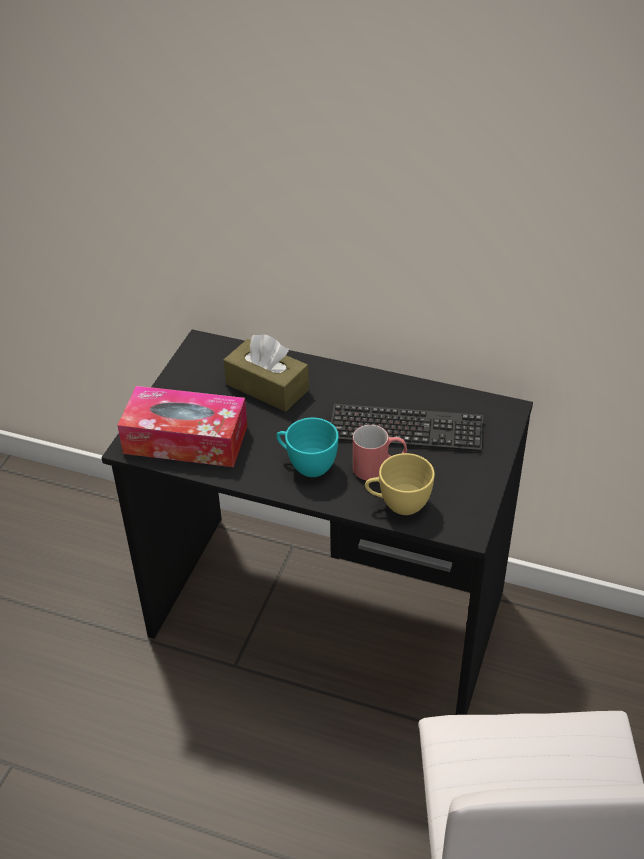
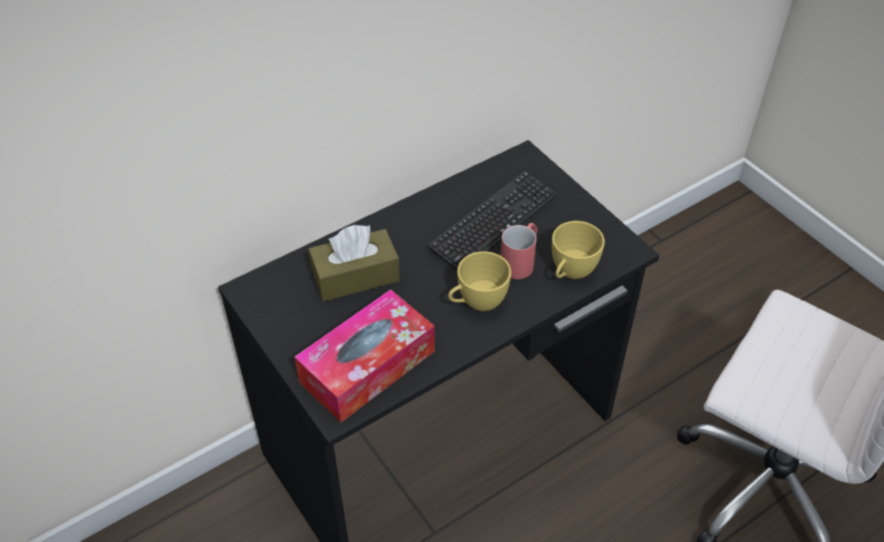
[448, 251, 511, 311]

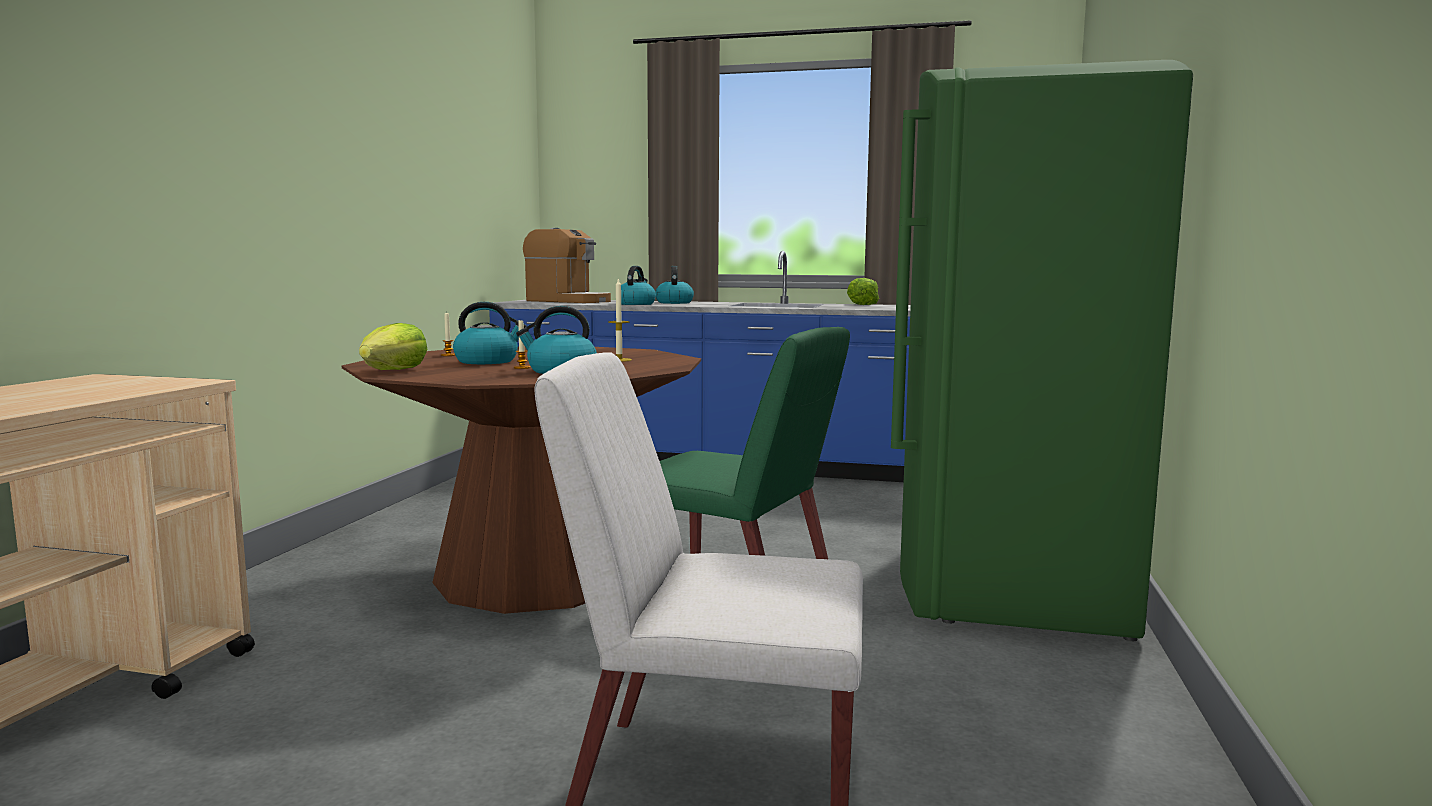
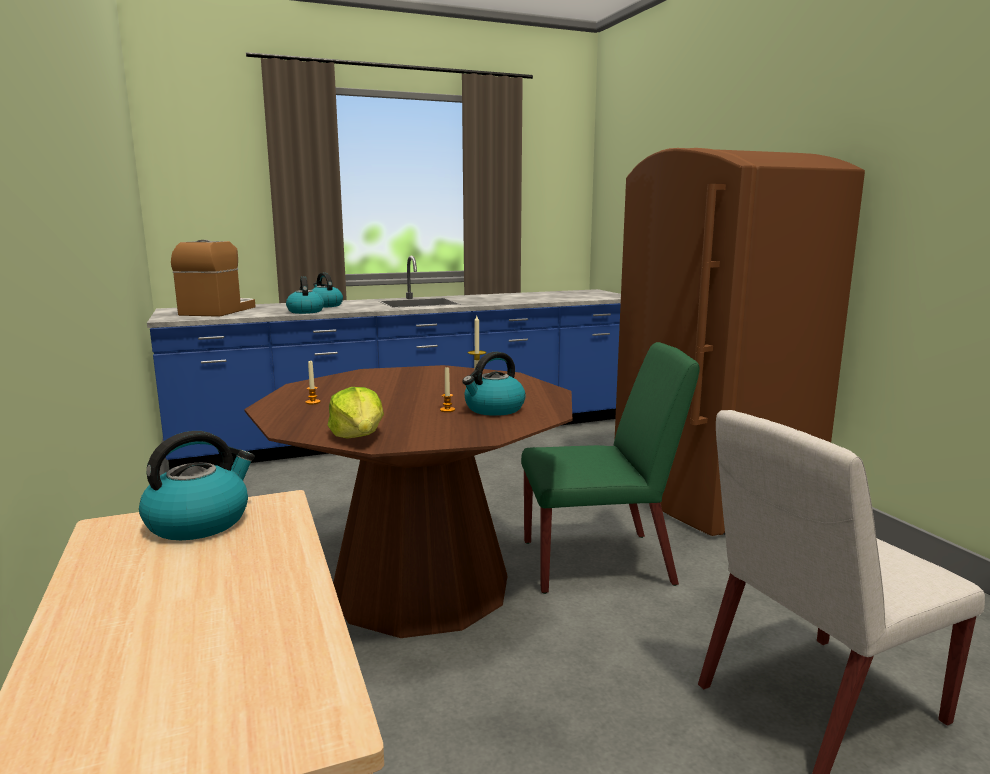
[615, 148, 865, 536]
[171, 240, 256, 317]
[847, 278, 879, 305] (first image)
[139, 431, 255, 540]

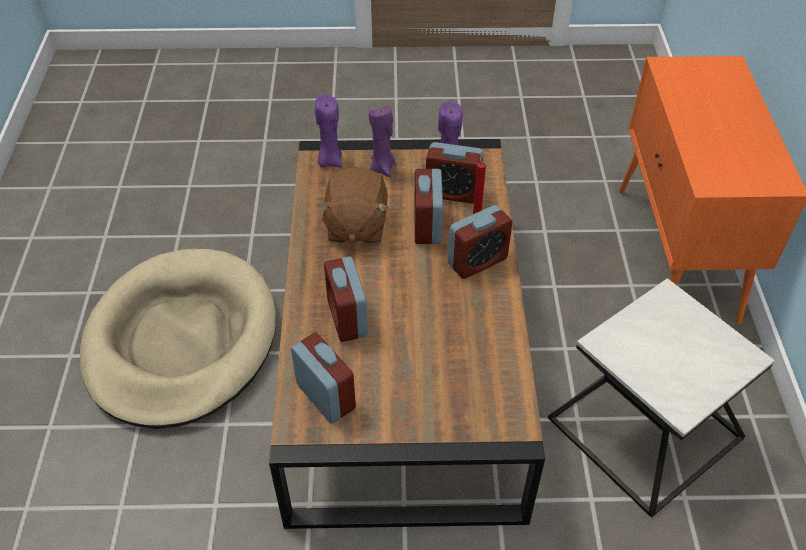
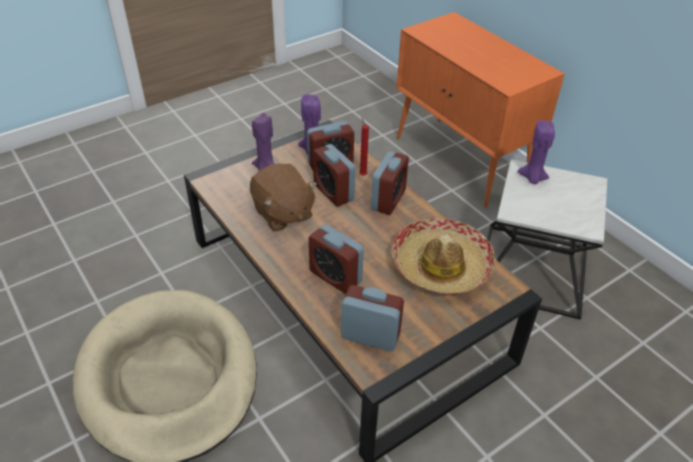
[518, 120, 555, 184]
[391, 218, 495, 295]

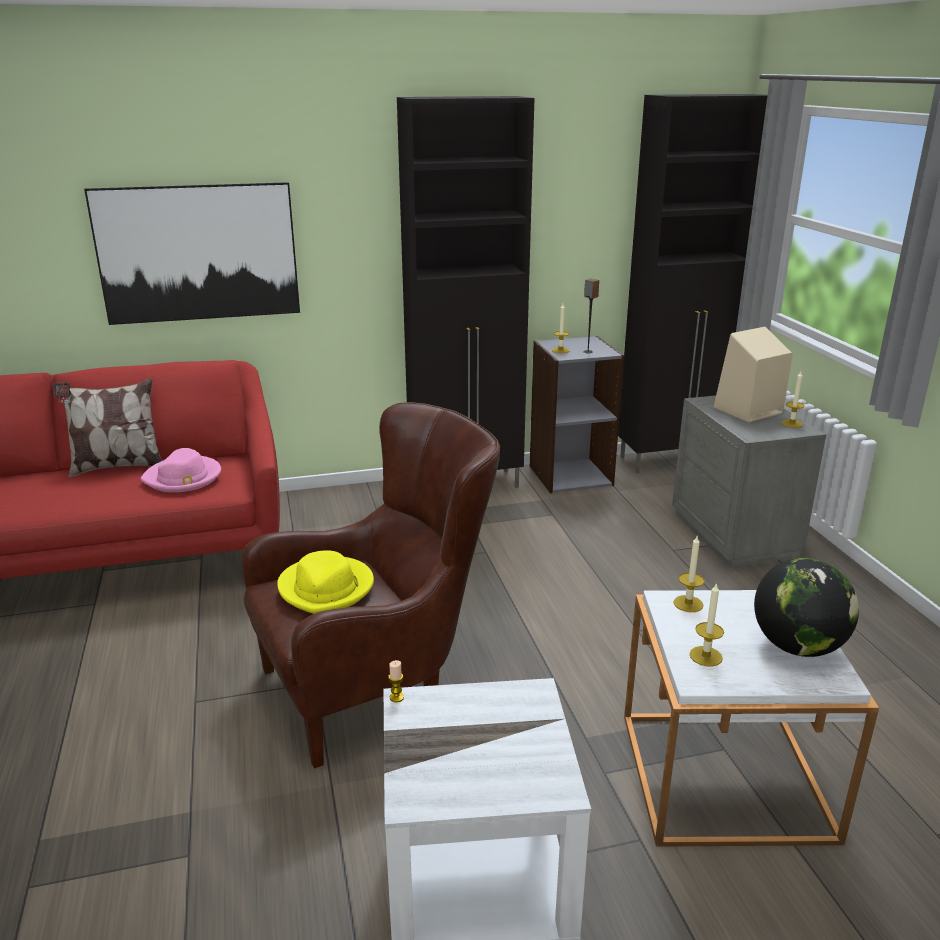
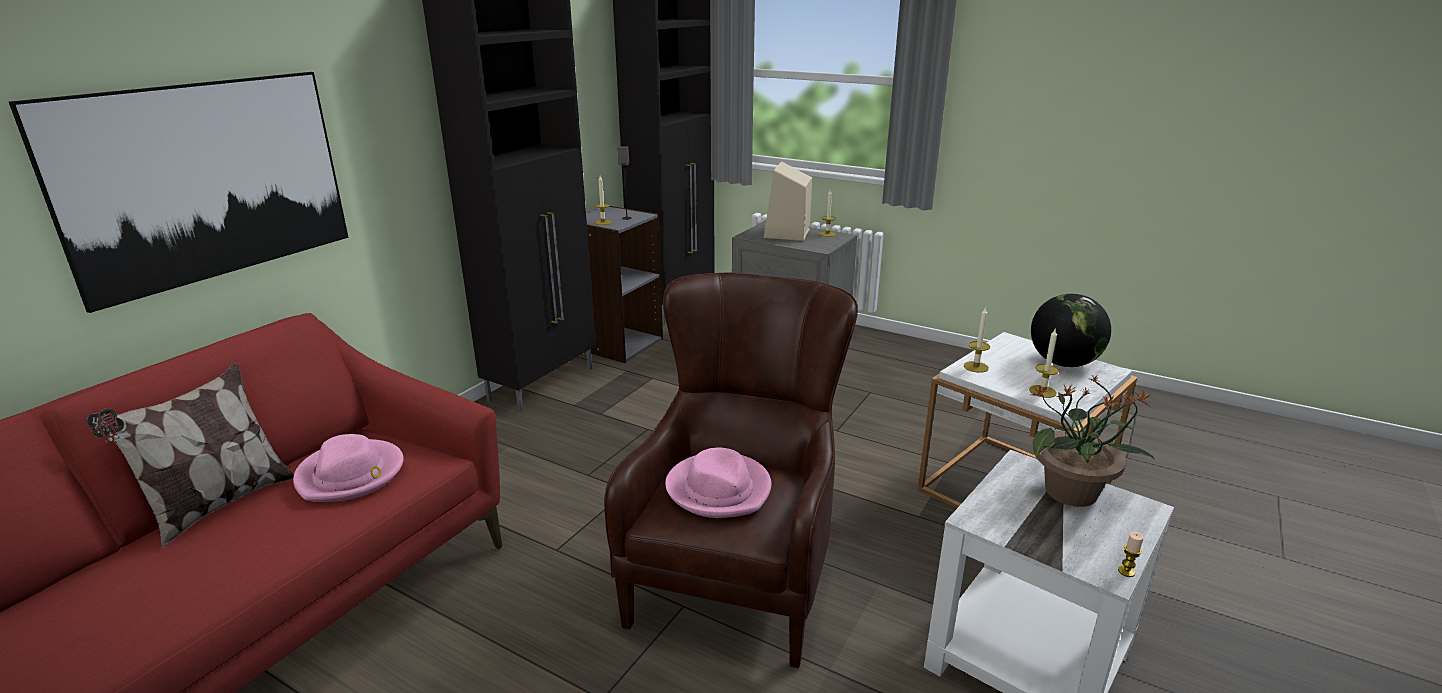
[665, 448, 772, 518]
[1118, 531, 1144, 577]
[1031, 375, 1155, 507]

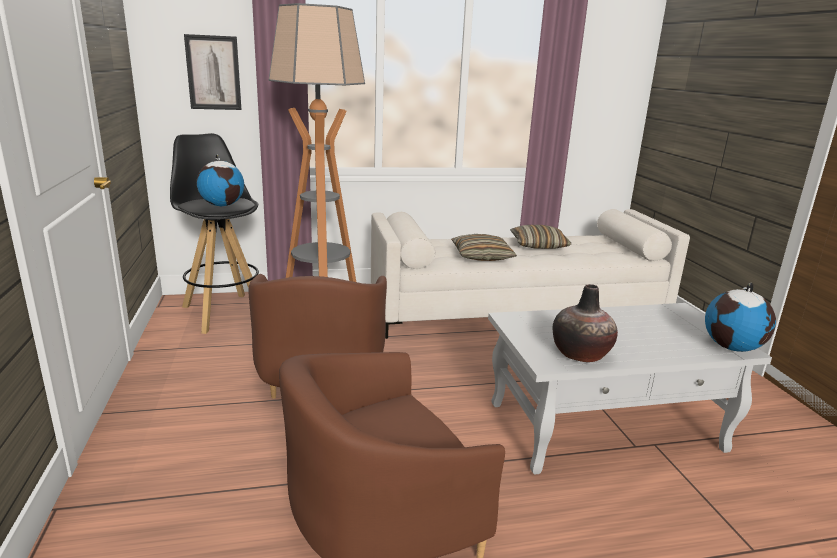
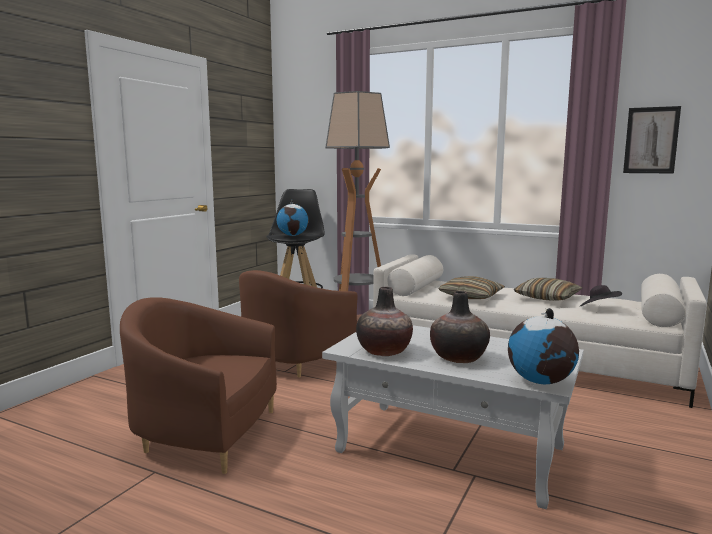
[623, 106, 681, 173]
[580, 285, 622, 306]
[430, 291, 490, 363]

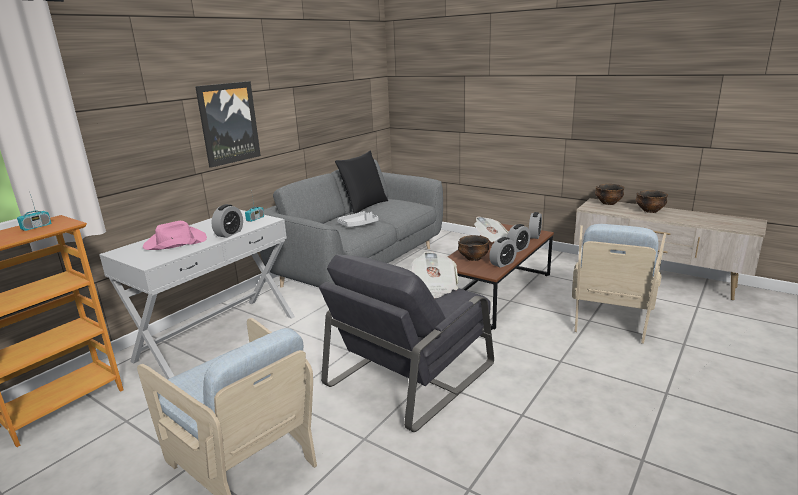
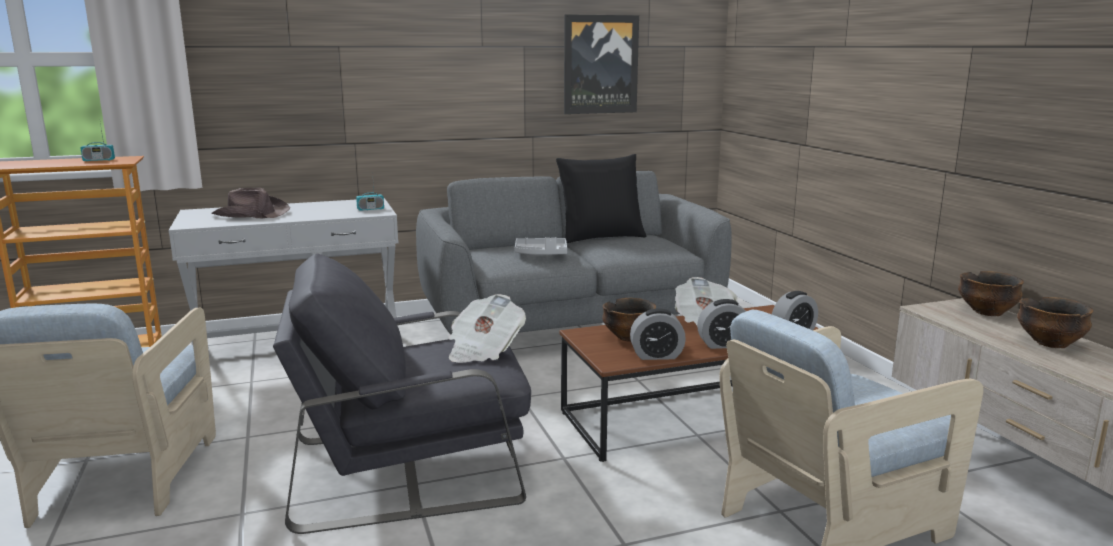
[564, 14, 639, 114]
[211, 204, 243, 238] (first image)
[211, 187, 290, 218]

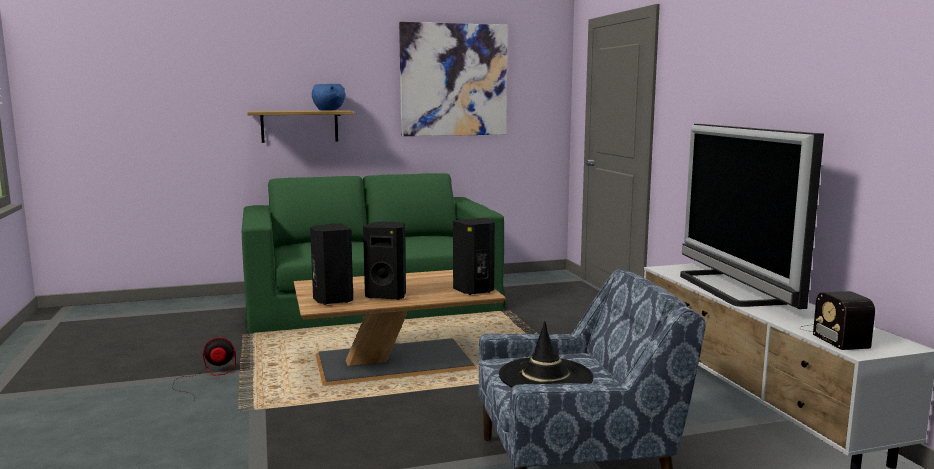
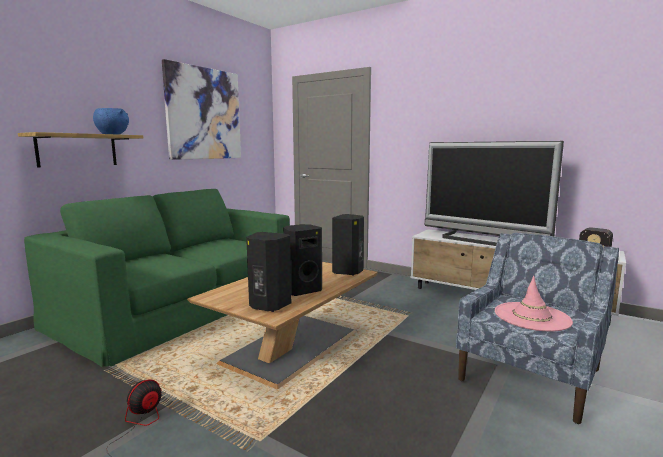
[495, 276, 573, 331]

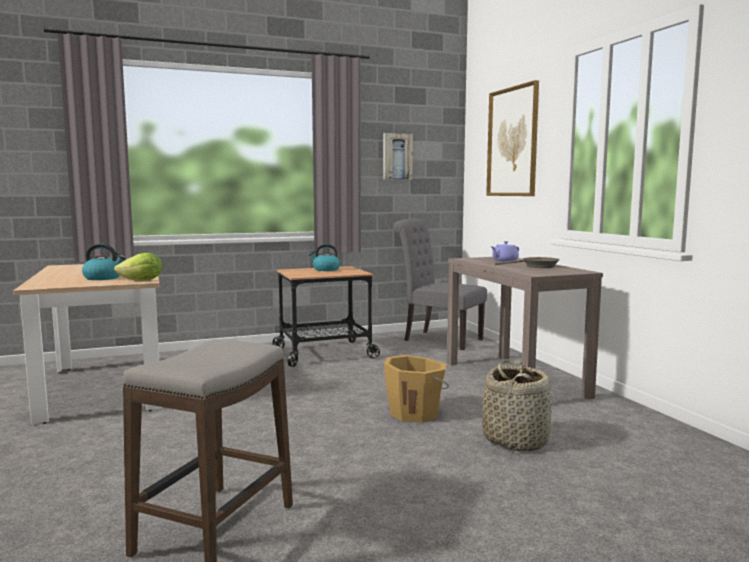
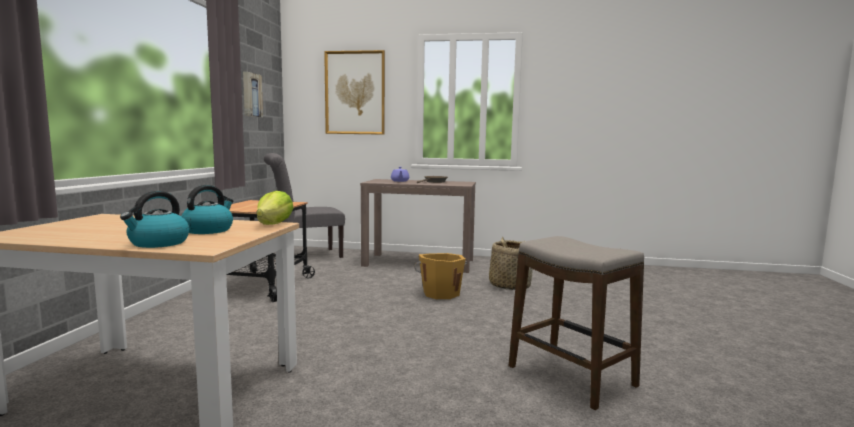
[120, 191, 189, 248]

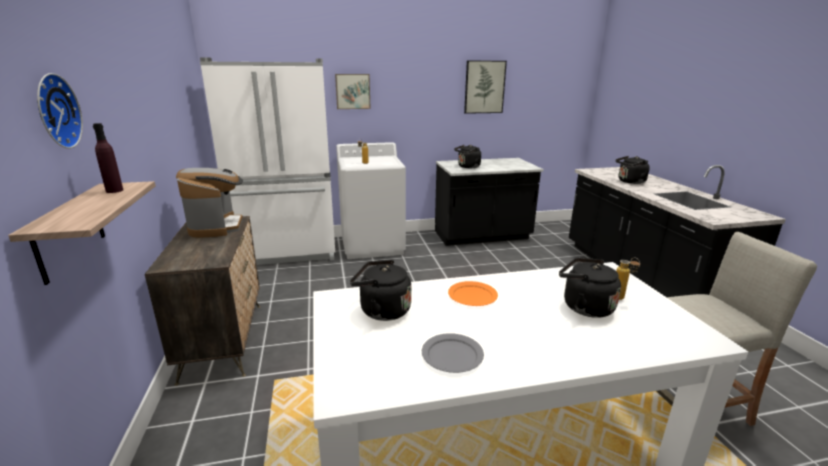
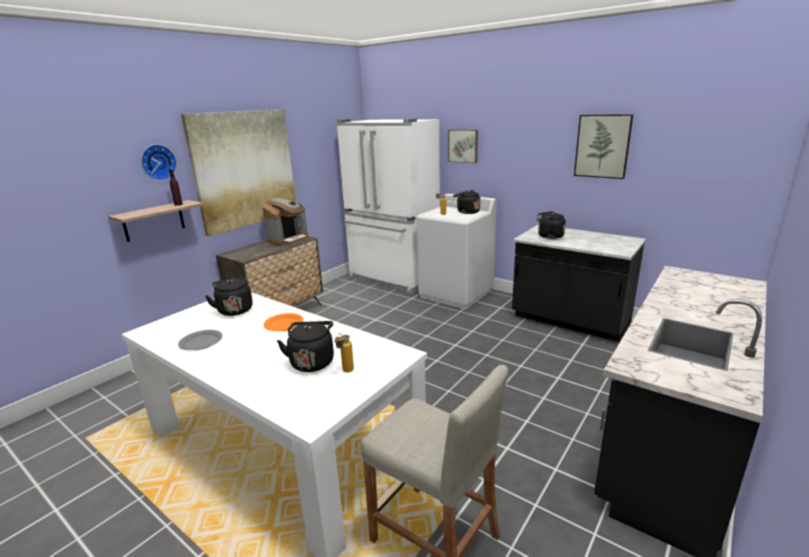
[453, 190, 480, 214]
[181, 109, 296, 236]

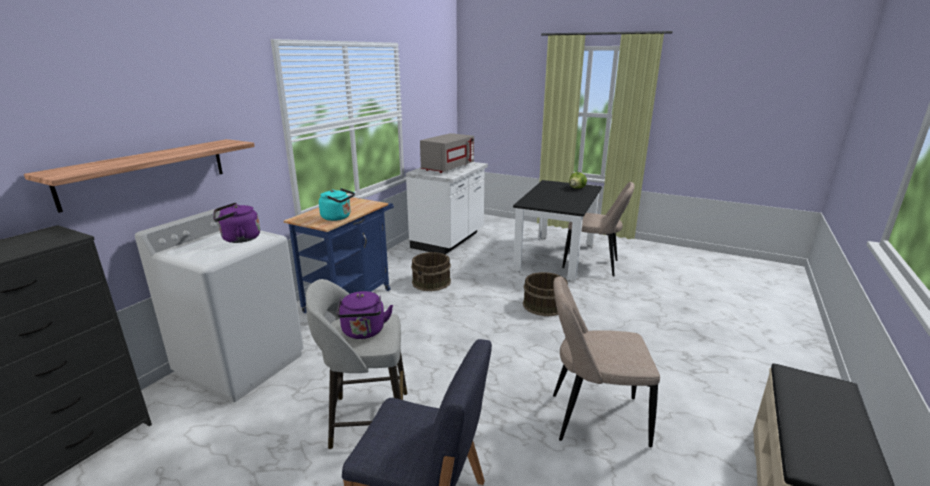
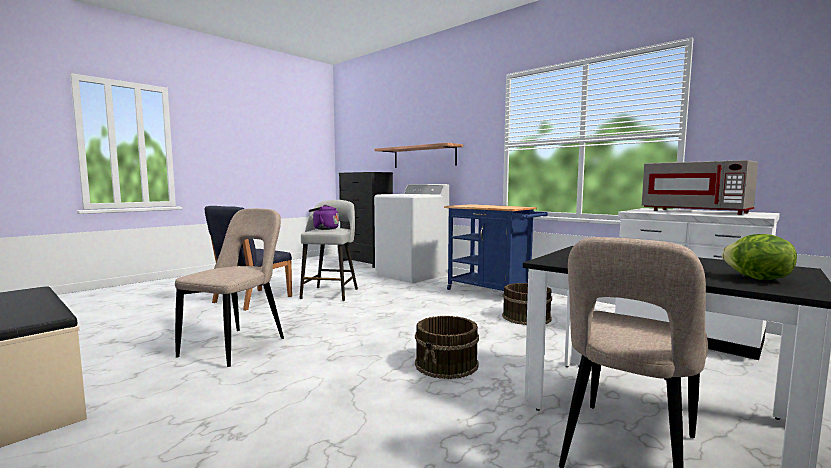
[319, 188, 355, 221] (first image)
[213, 203, 260, 243] (first image)

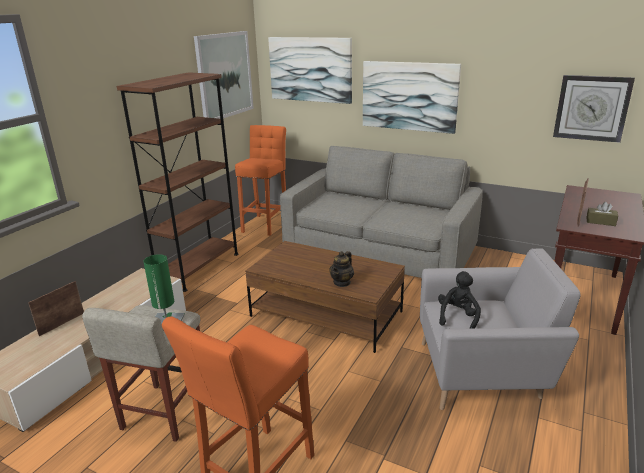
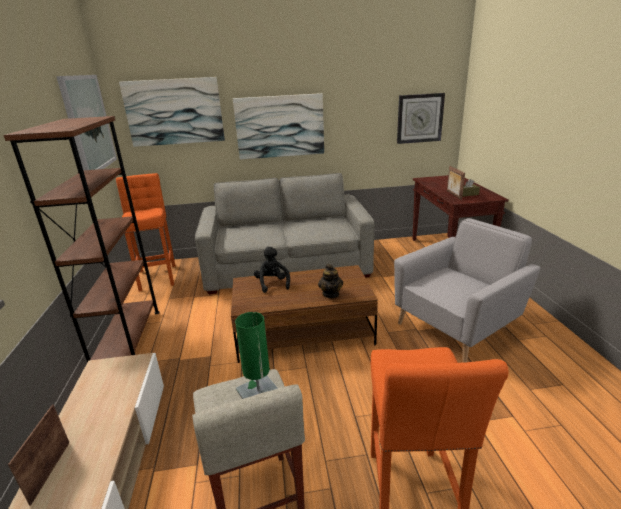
[254, 247, 290, 293]

